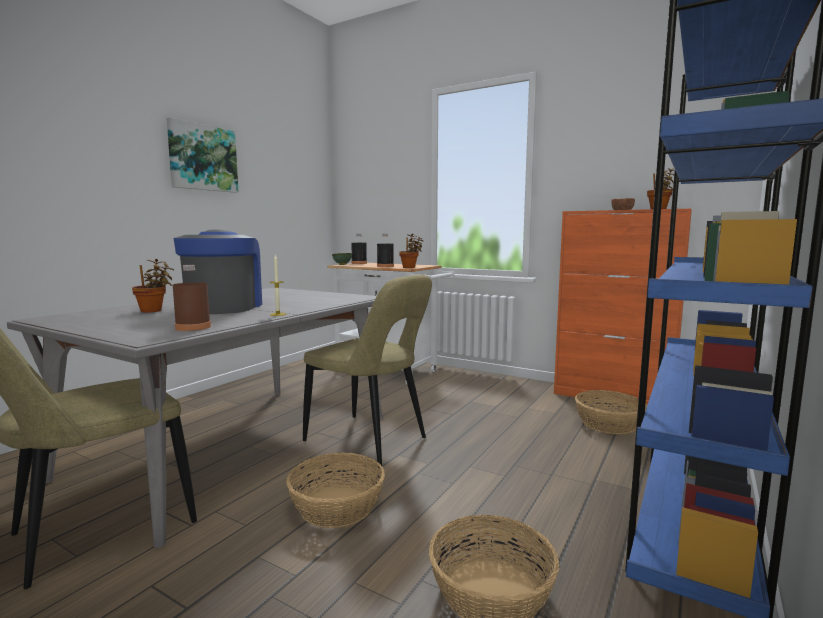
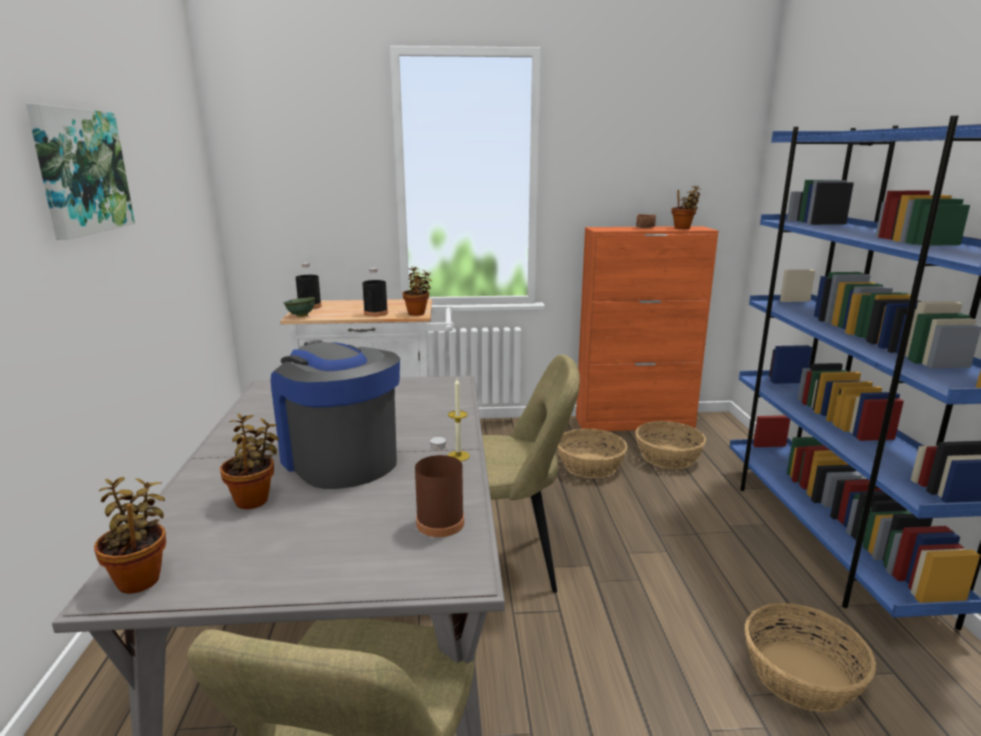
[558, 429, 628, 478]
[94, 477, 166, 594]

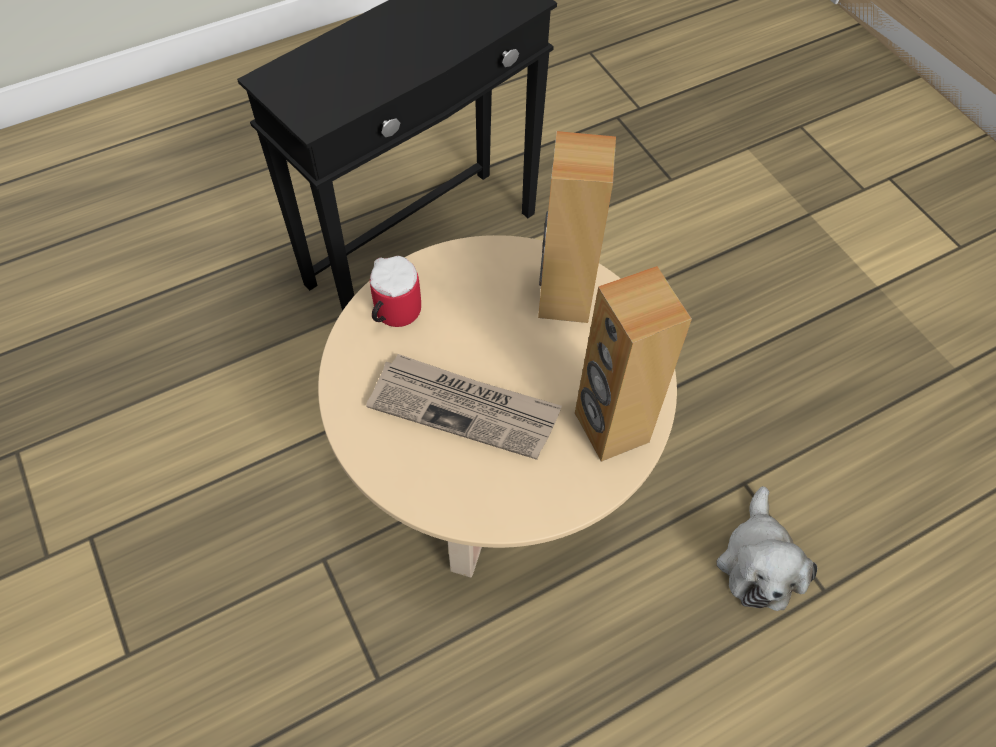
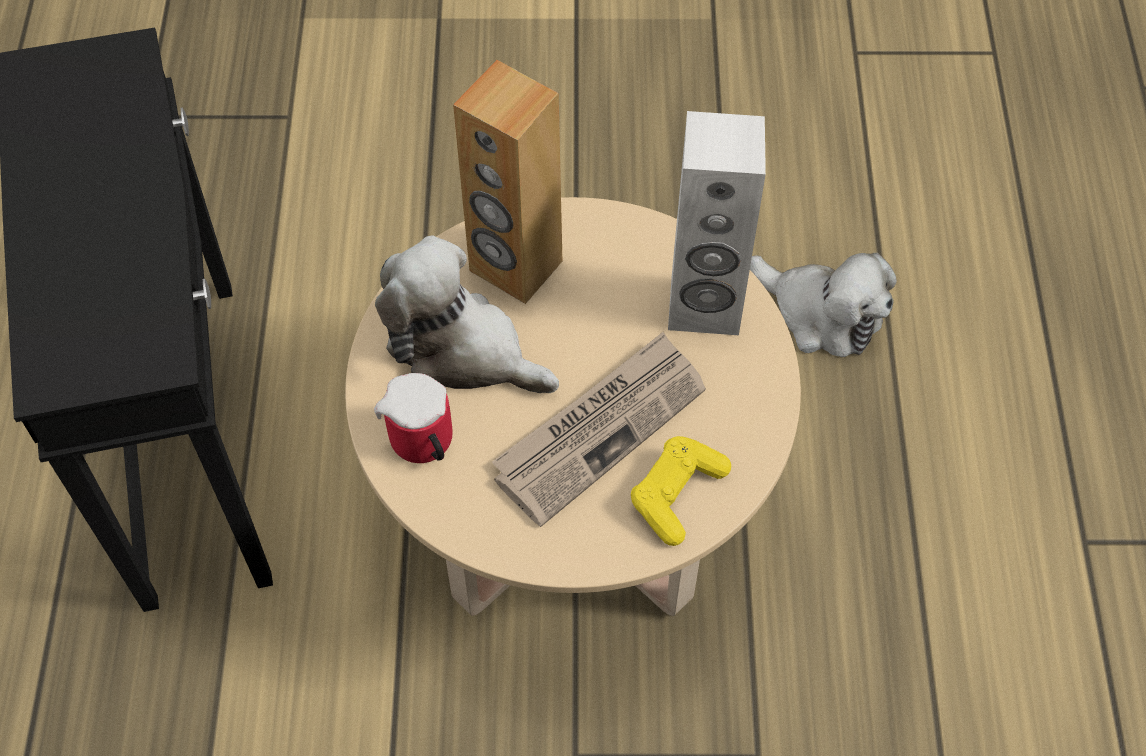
[668, 111, 766, 335]
[375, 235, 559, 393]
[631, 436, 731, 546]

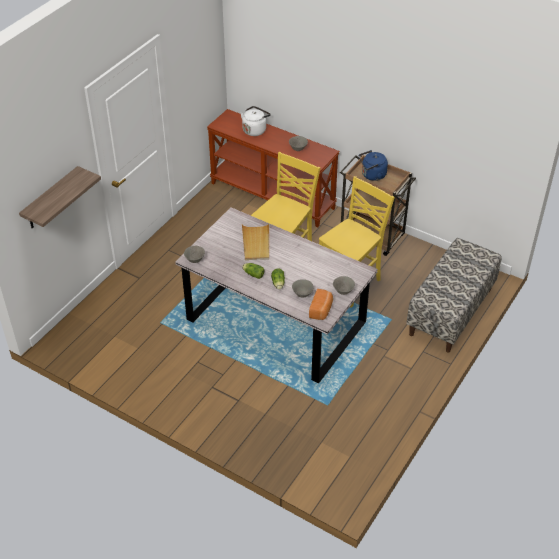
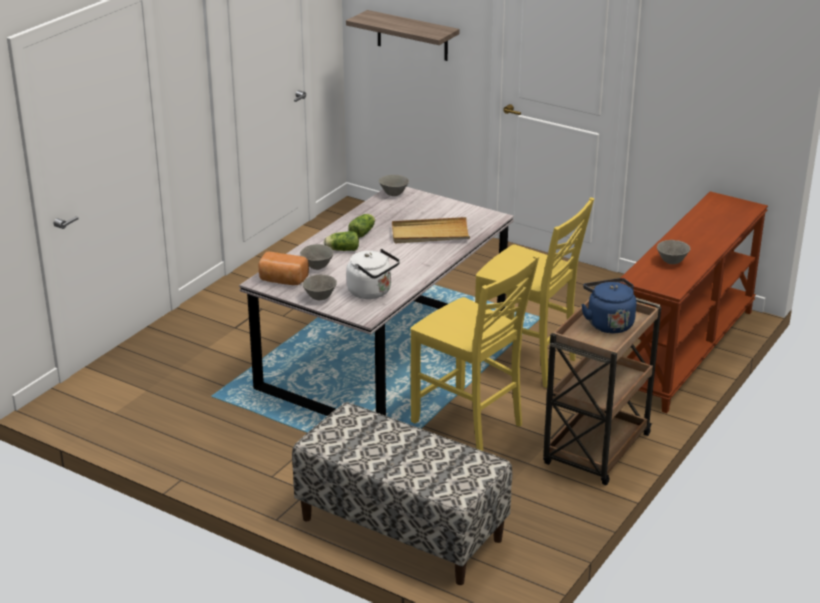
[346, 249, 400, 299]

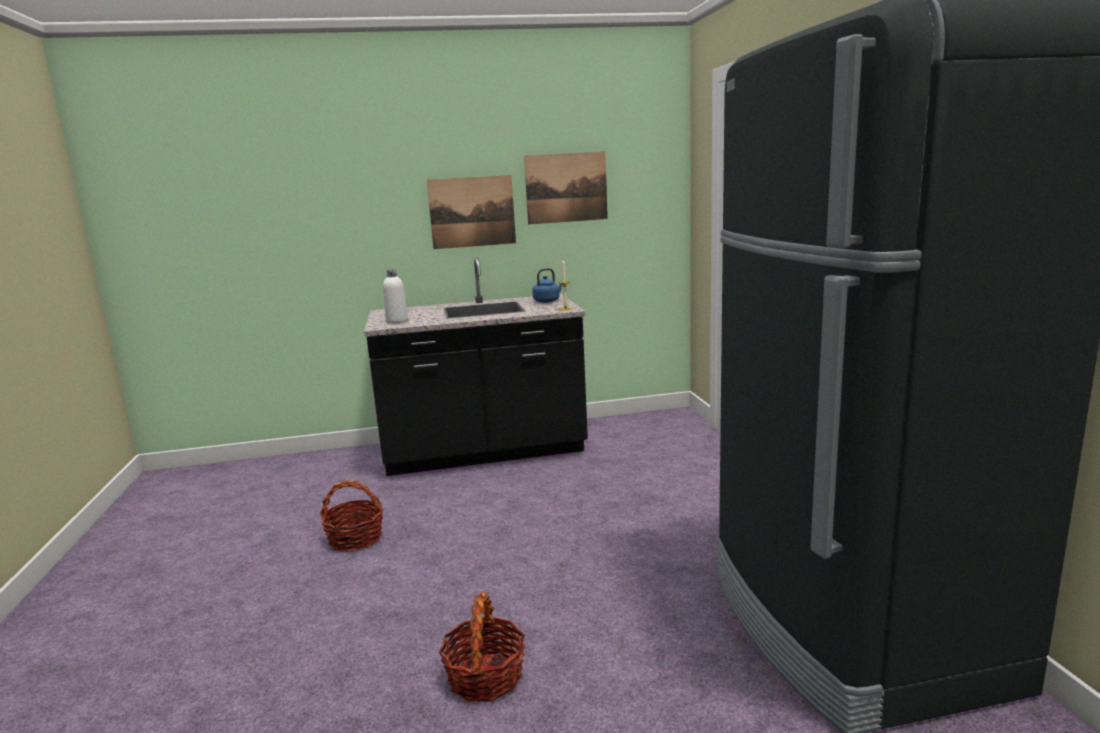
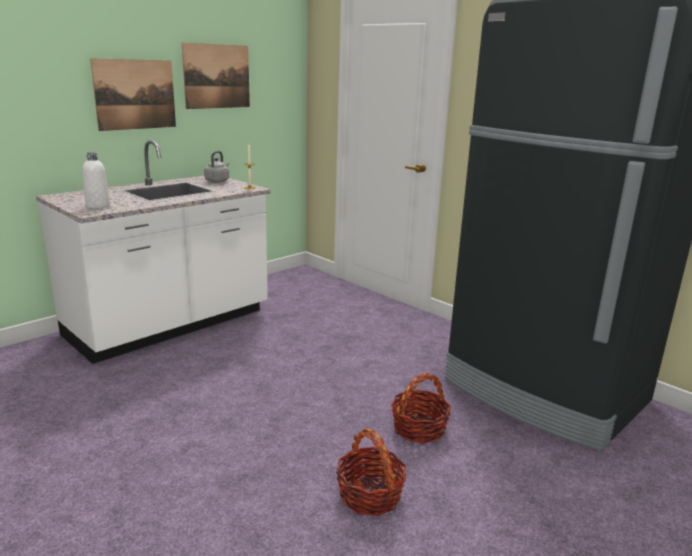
[36, 140, 271, 364]
[204, 151, 229, 183]
[391, 373, 451, 444]

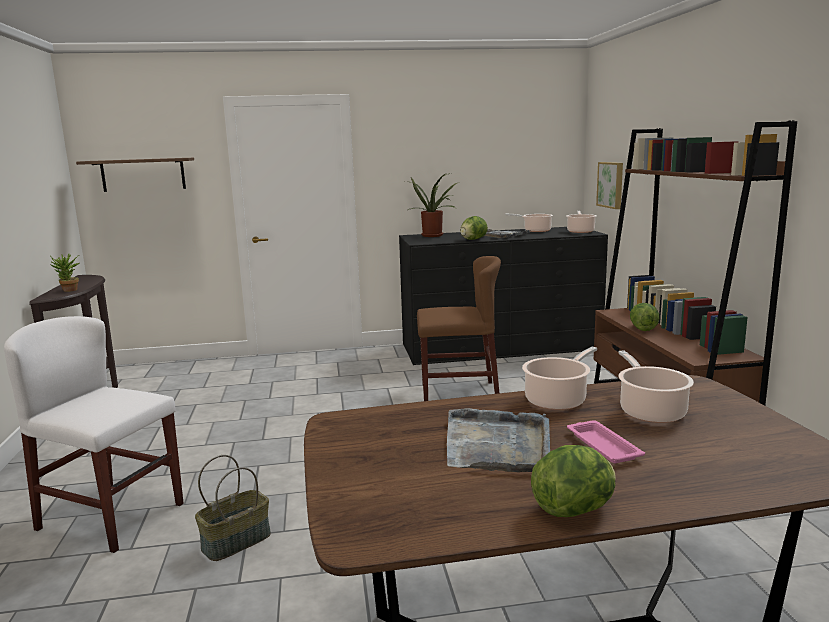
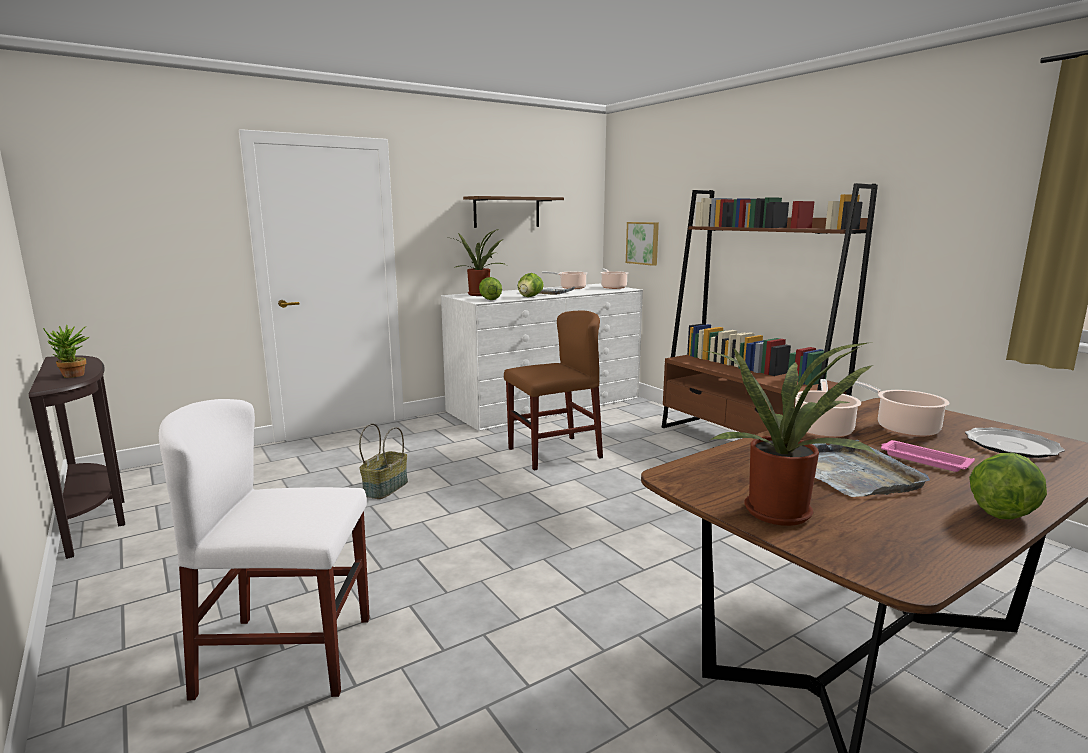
[463, 196, 564, 228]
[441, 284, 643, 431]
[479, 277, 502, 300]
[359, 424, 408, 499]
[702, 343, 877, 526]
[965, 427, 1065, 458]

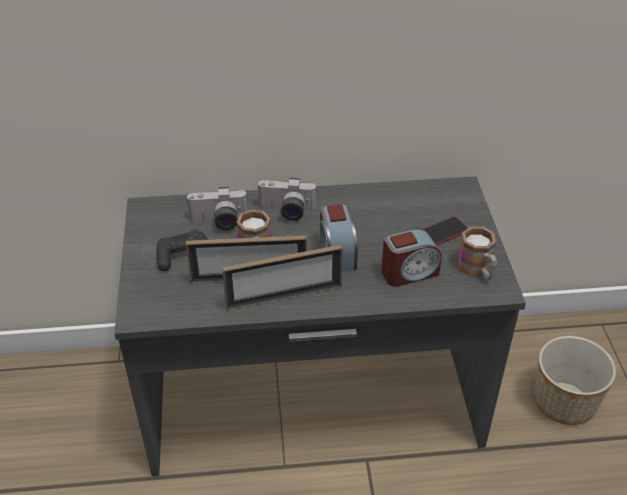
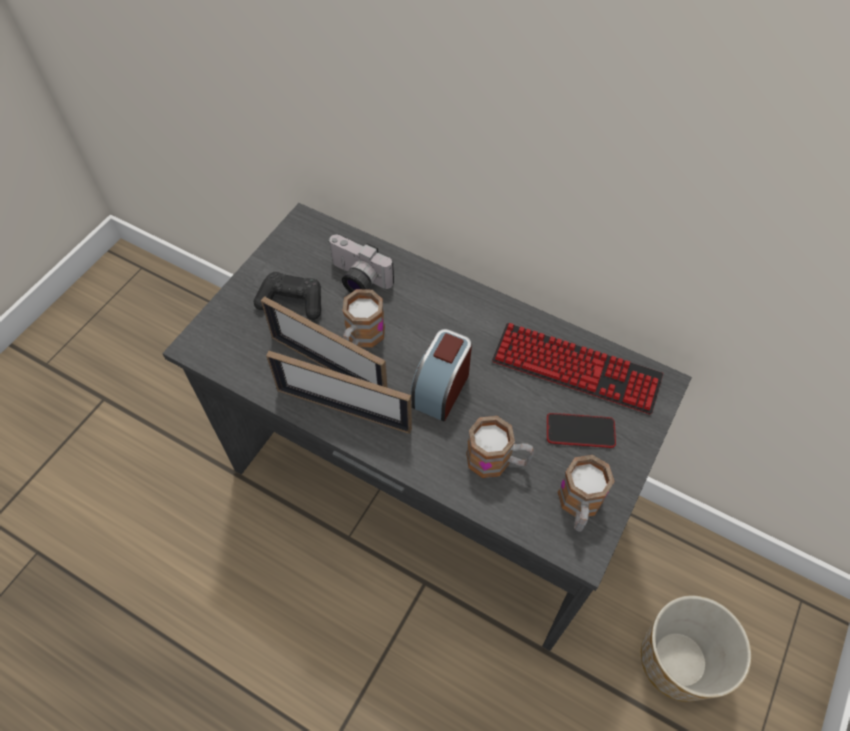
[257, 178, 316, 221] (first image)
[466, 416, 534, 478]
[492, 323, 663, 414]

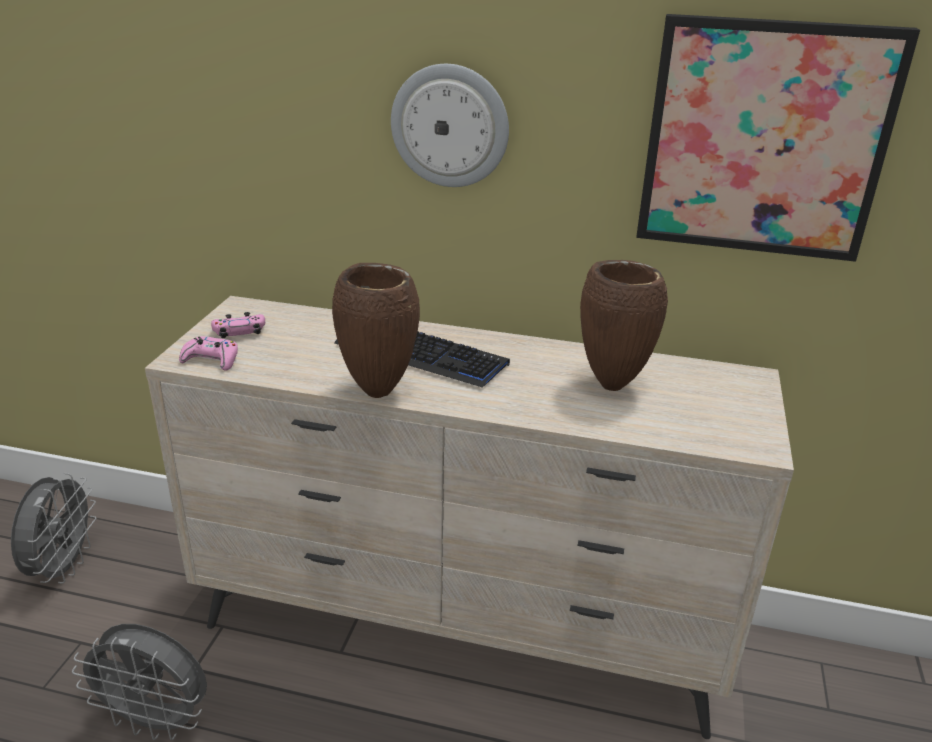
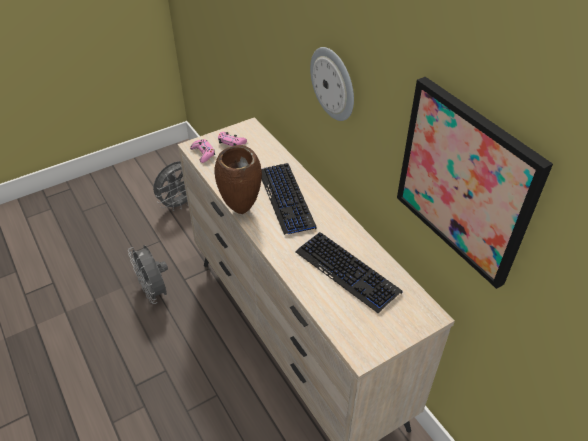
[296, 232, 402, 314]

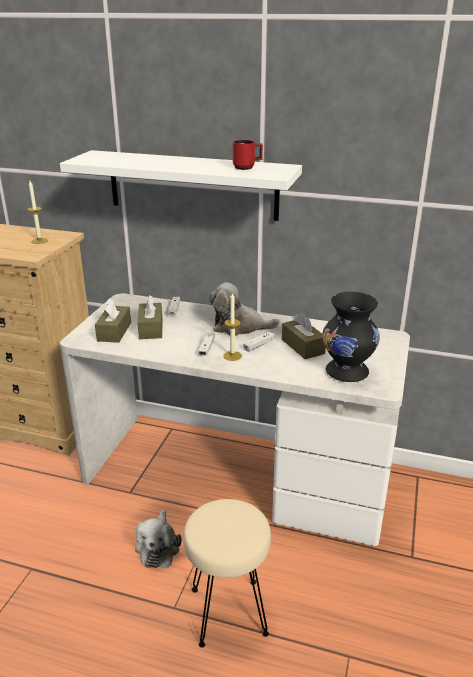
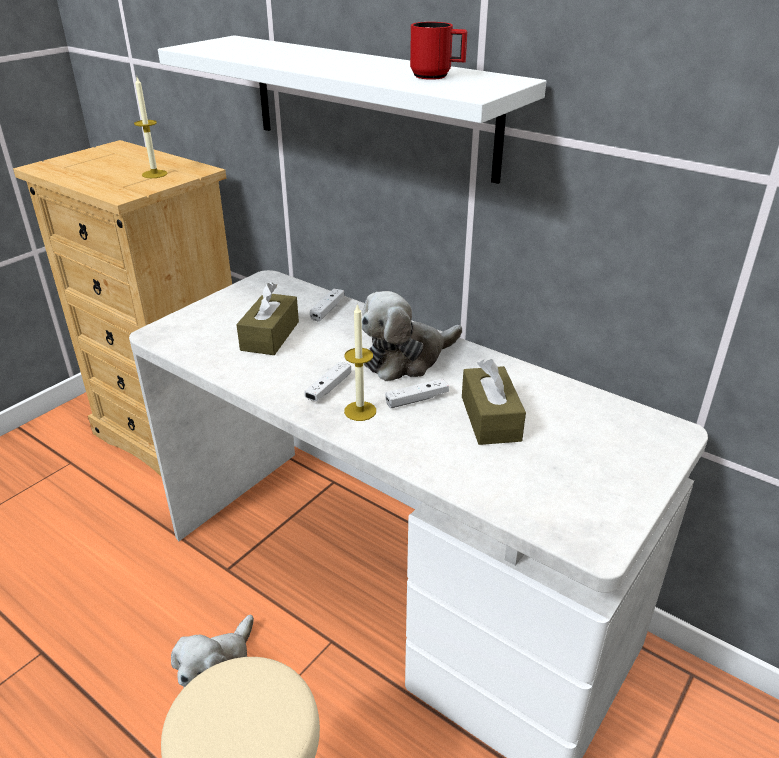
[362, 291, 462, 381]
[322, 292, 380, 382] (first image)
[95, 298, 131, 343] (first image)

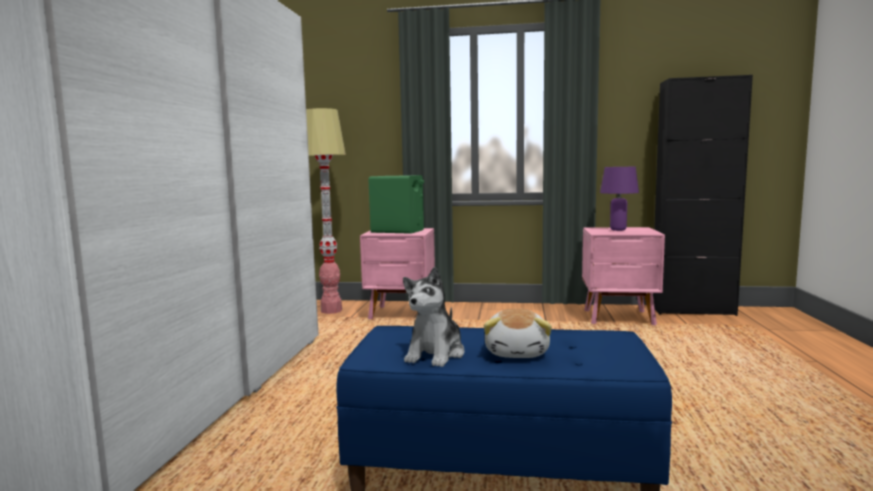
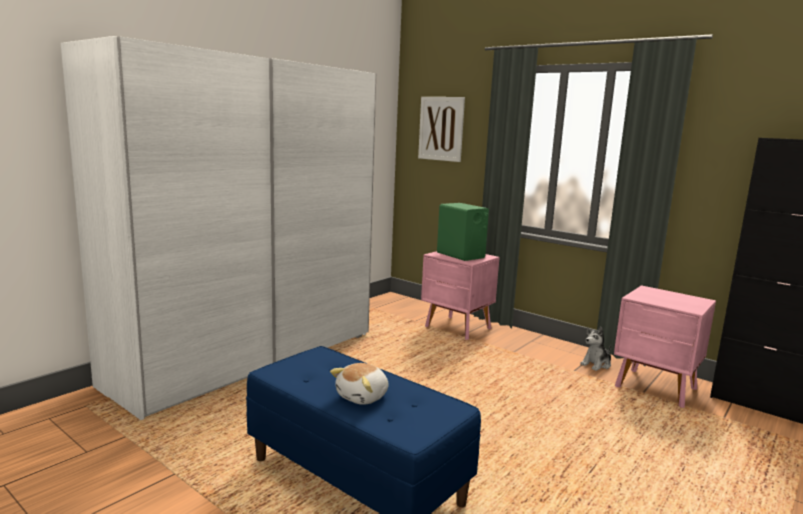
[306, 108, 346, 314] (first image)
[600, 167, 639, 231] (first image)
[580, 327, 611, 371]
[418, 97, 465, 162]

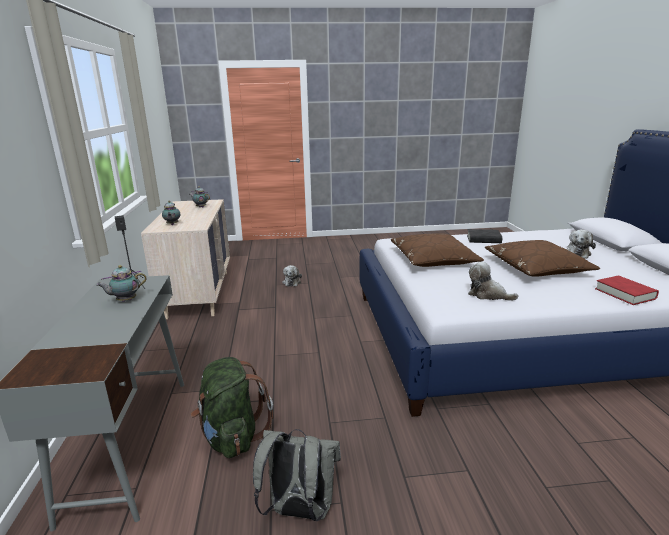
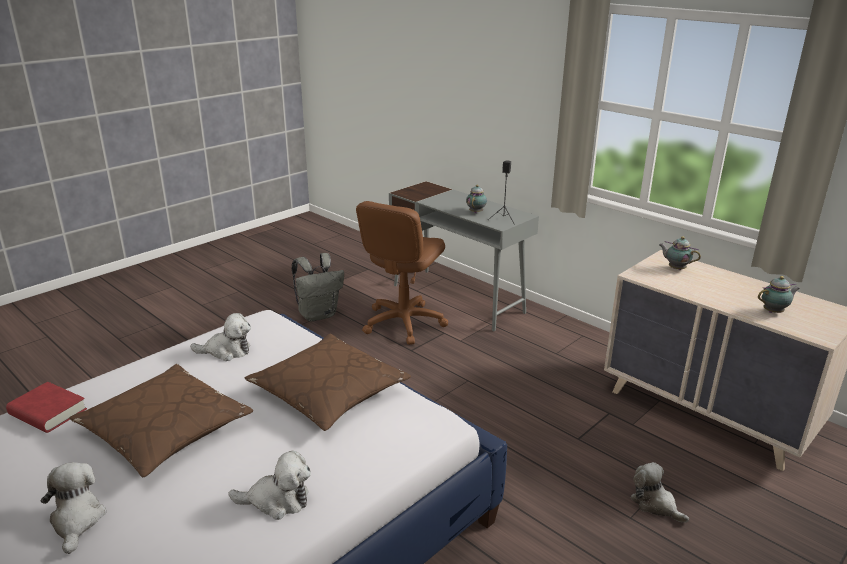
[228, 451, 311, 520]
[356, 201, 448, 345]

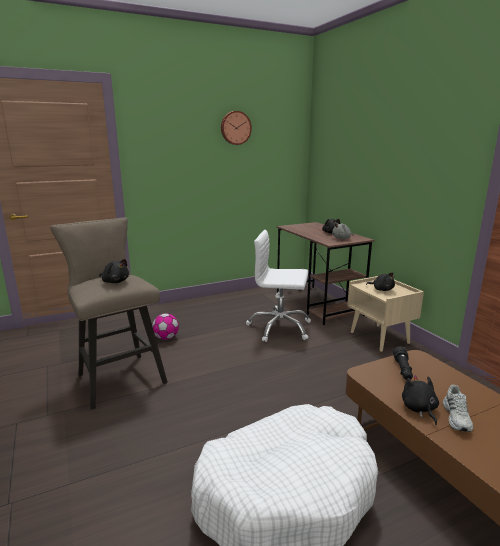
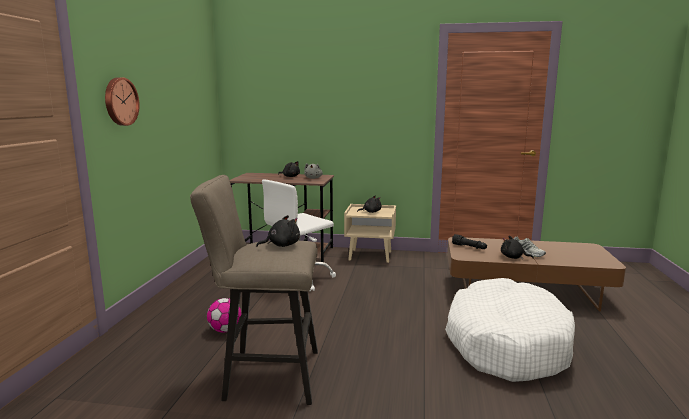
[105, 77, 140, 126]

